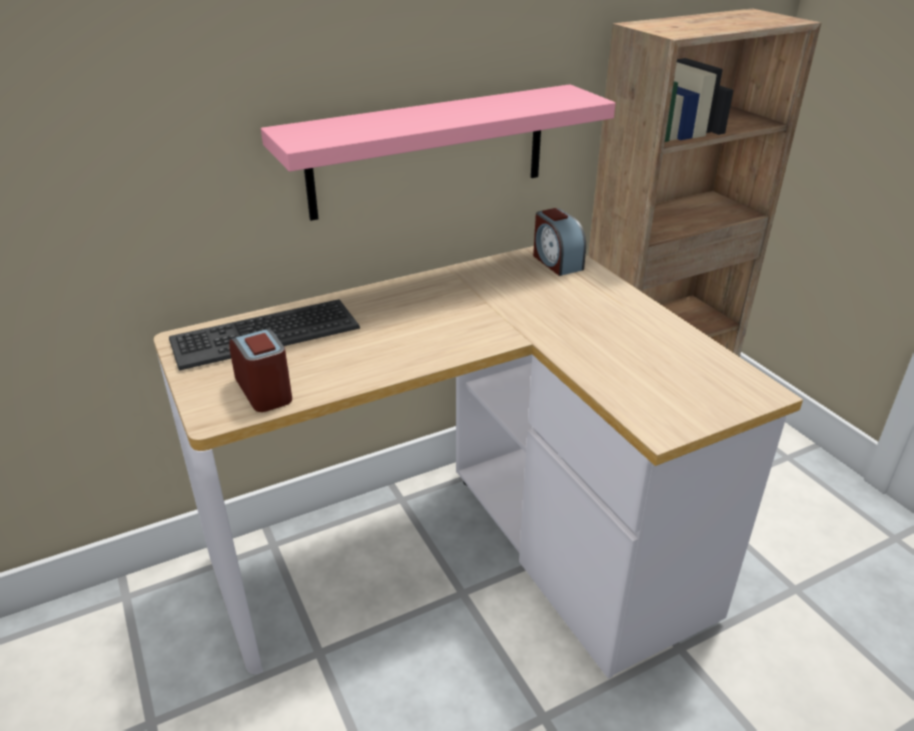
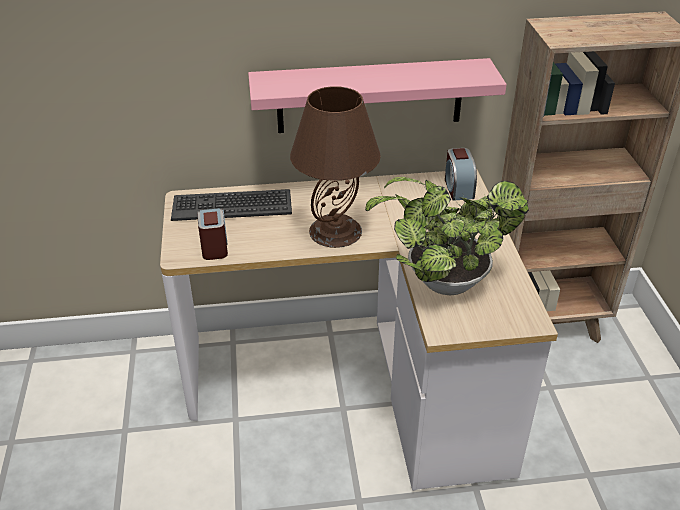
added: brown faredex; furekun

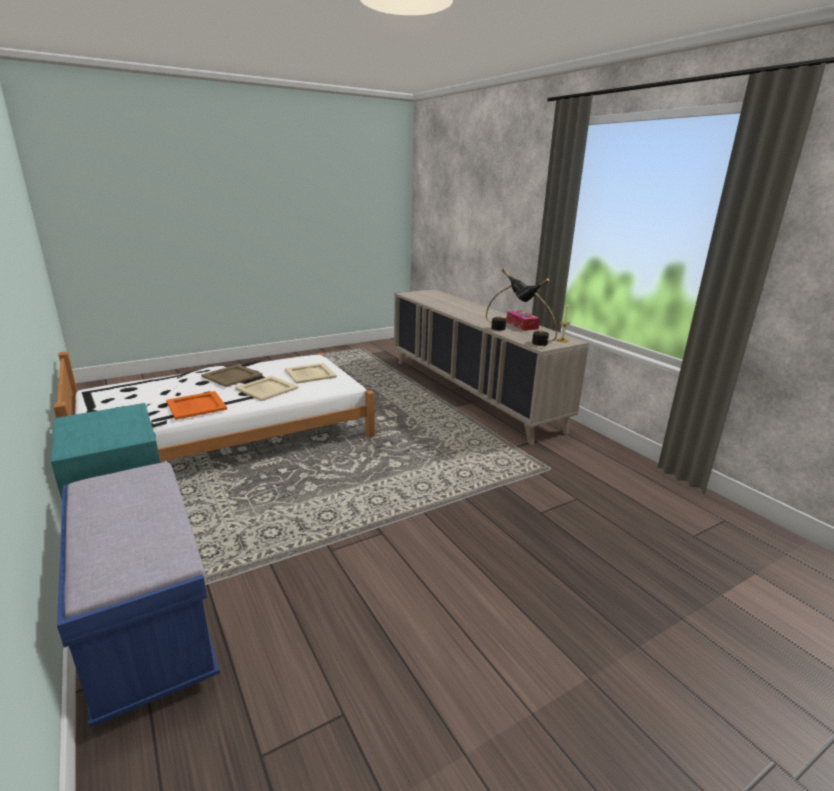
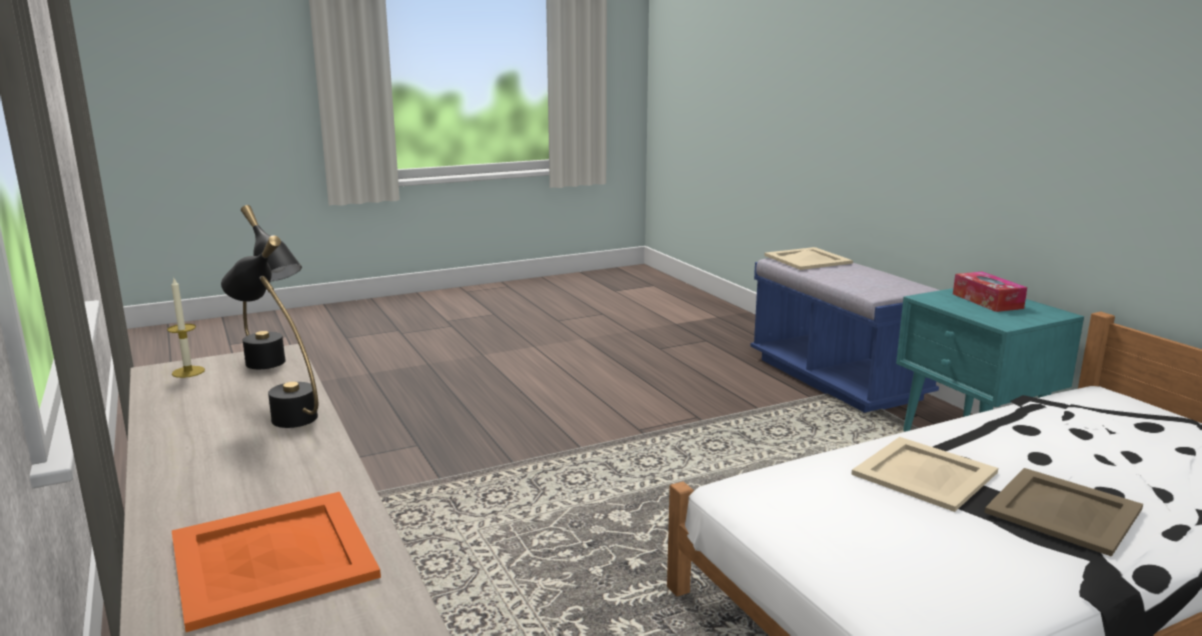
moved: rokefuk; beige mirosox (3rd from left in the first image) to beige mirosox (1st from left); orange mirosox

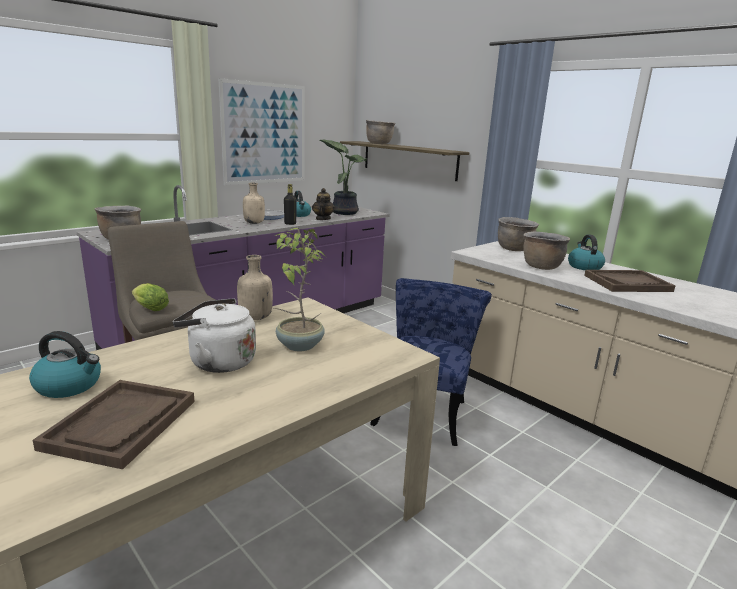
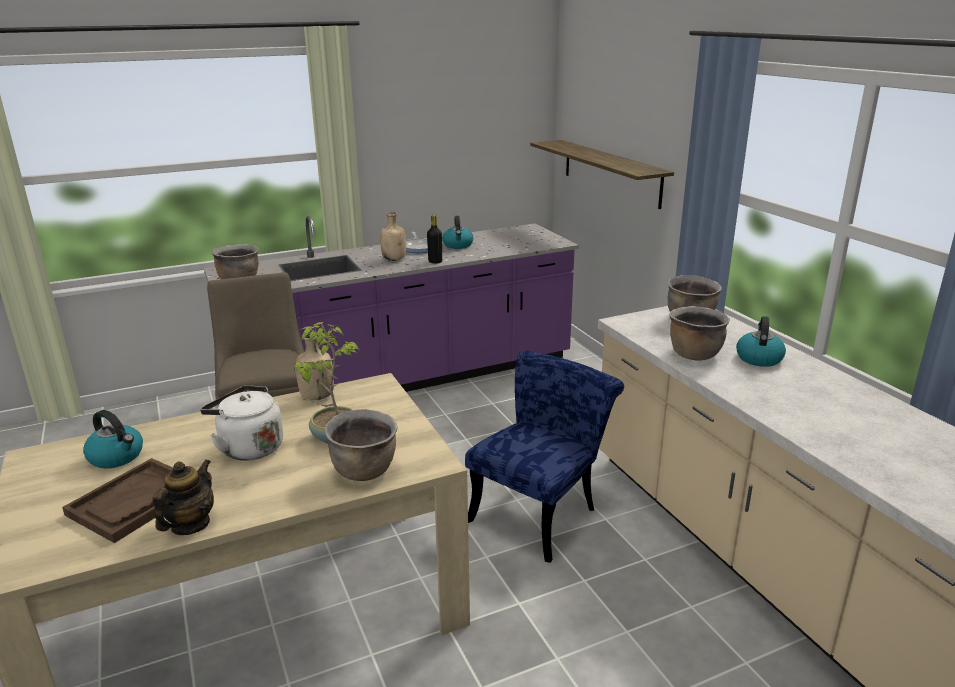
removed: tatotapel; furekun (2nd from left); brown mirosox (2nd from left); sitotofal
moved: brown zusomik (2nd from left); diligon

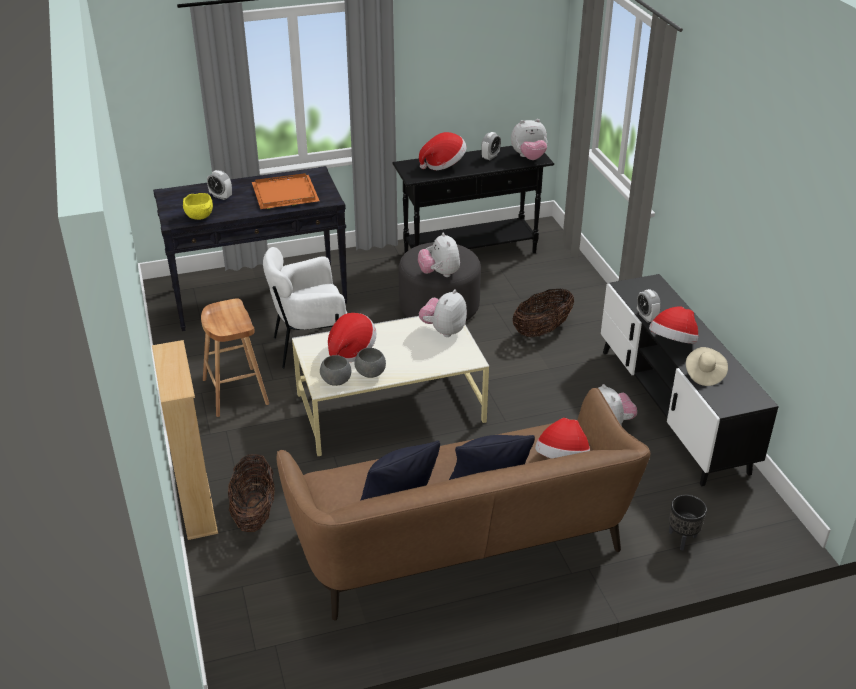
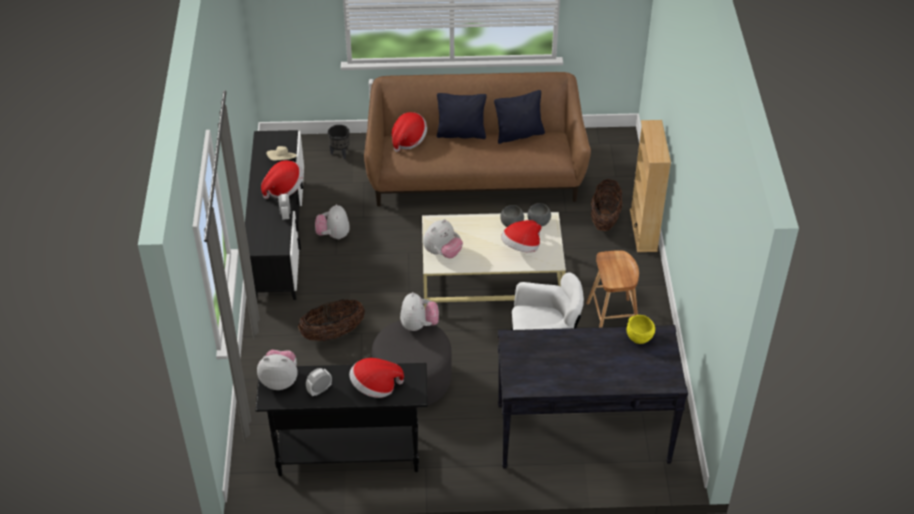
removed: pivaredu (1st from left); orange mirosox

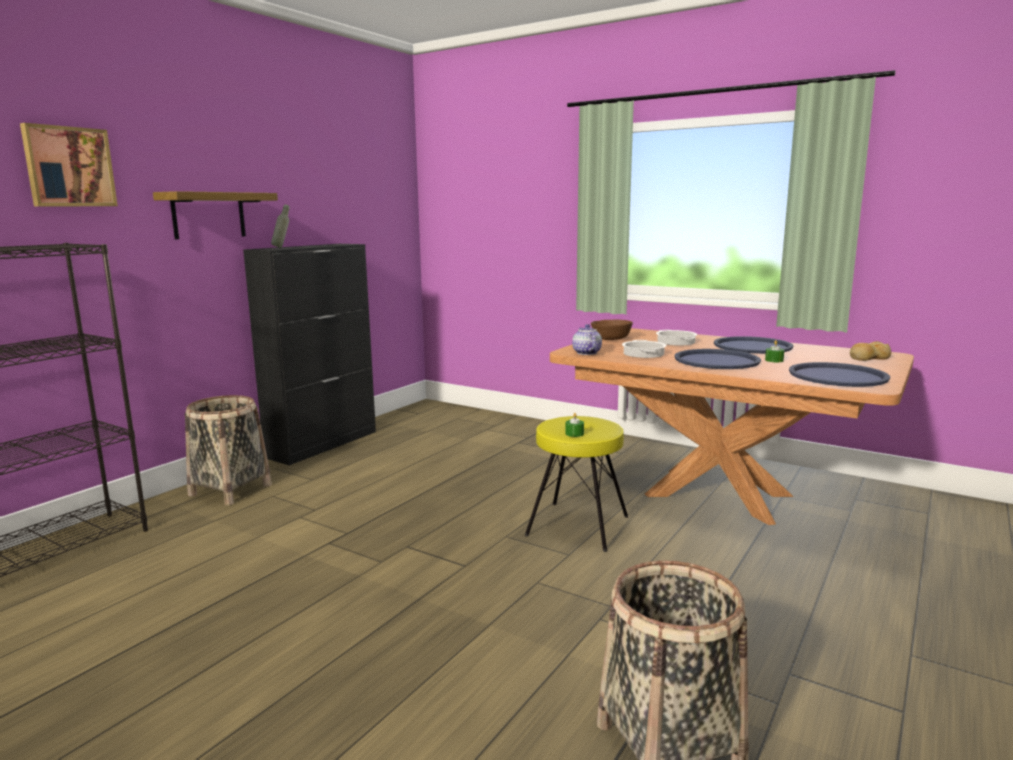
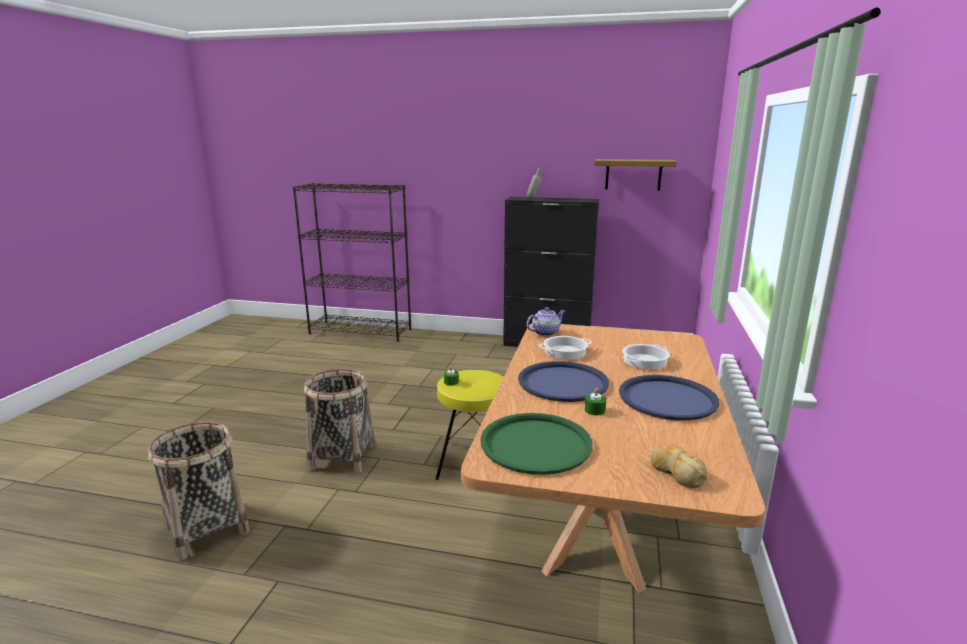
removed: tatotapel; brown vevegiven
moved: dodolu; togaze (1st from left in the first image) to togaze (2nd from left)
recoloured: blue mirosox (3rd from left) to green mirosox

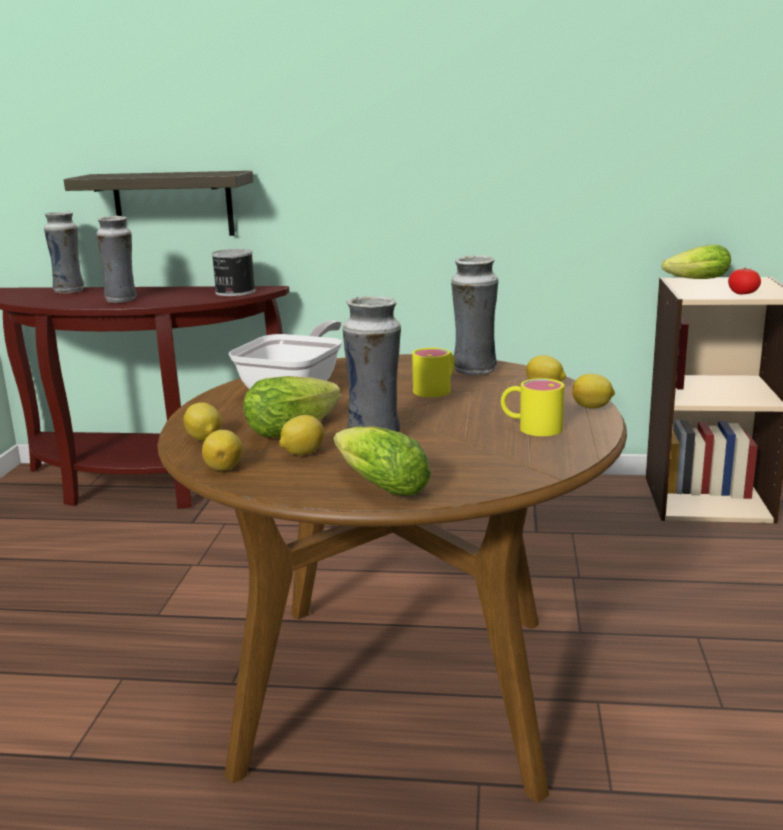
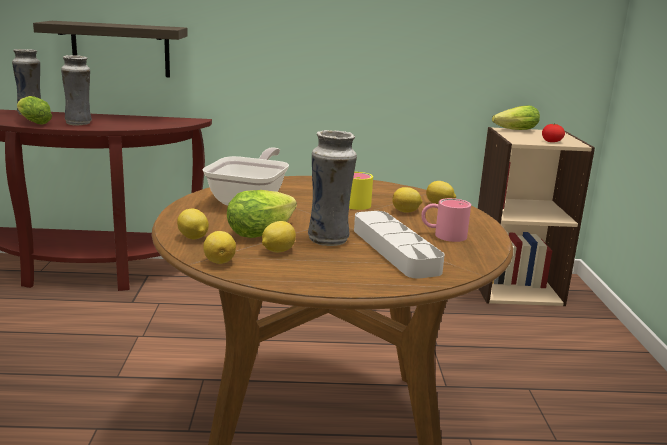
removed: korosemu; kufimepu (4th from left)
added: grey mirosox
moved: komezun (5th from left in the first image) to komezun (4th from left); sitotofal (2nd from left in the first image) to sitotofal (1st from left)
recoloured: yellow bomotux (2nd from left) to pink bomotux

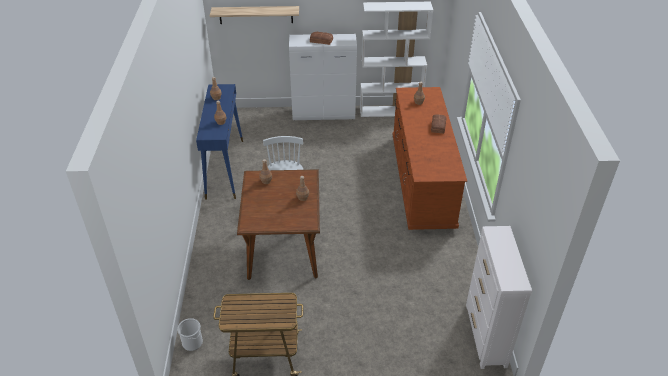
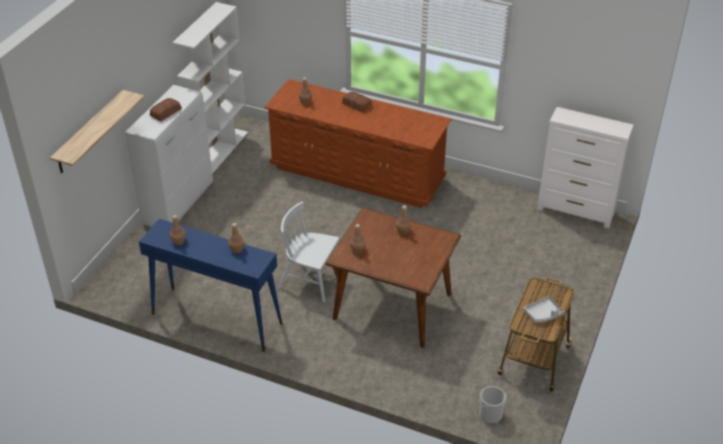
added: grey mirosox

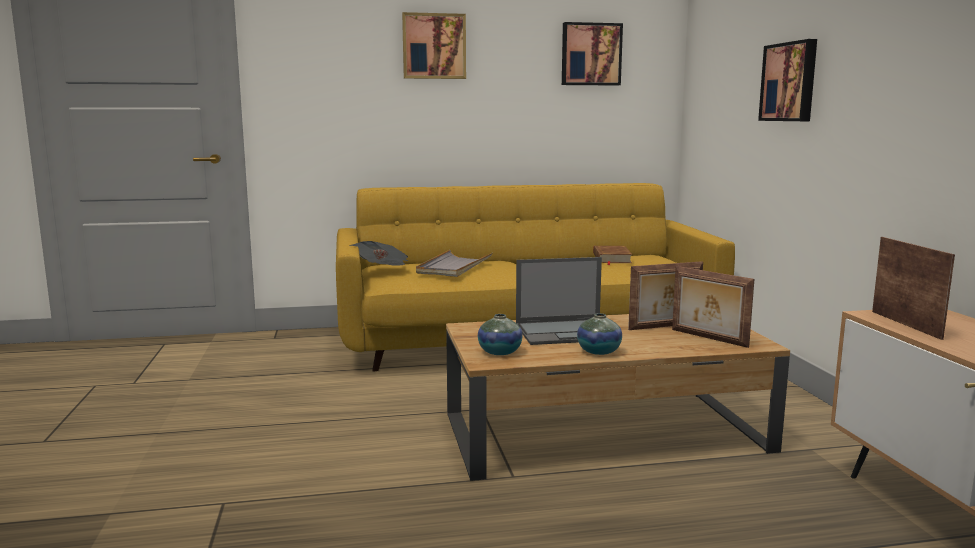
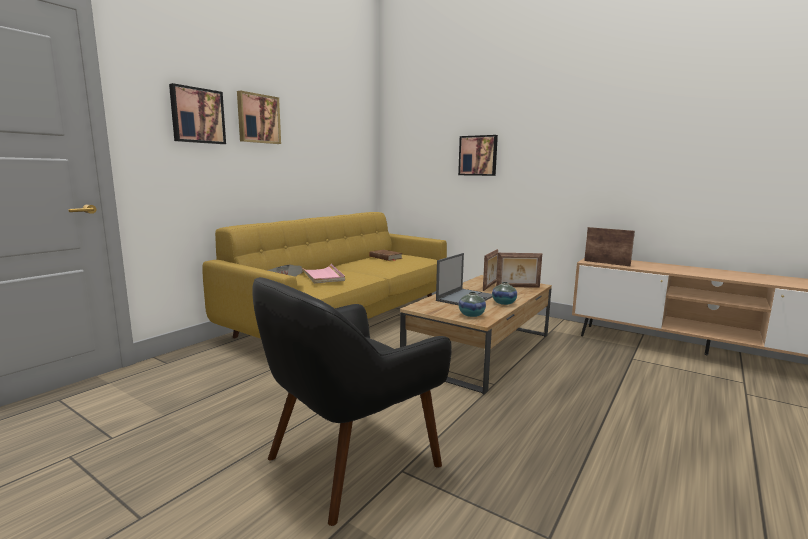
added: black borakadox
moved: tatotapel (2nd from left in the first image) to tatotapel (1st from left)
recoloured: grey mirosox to pink mirosox

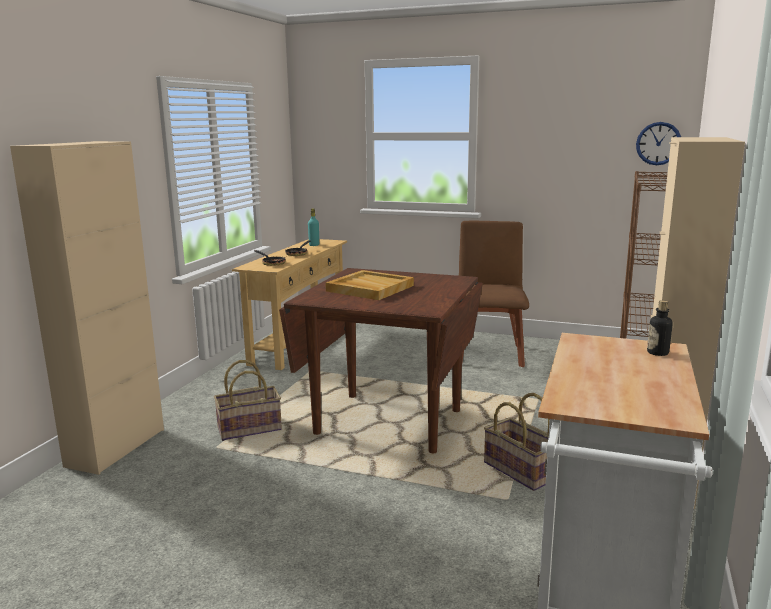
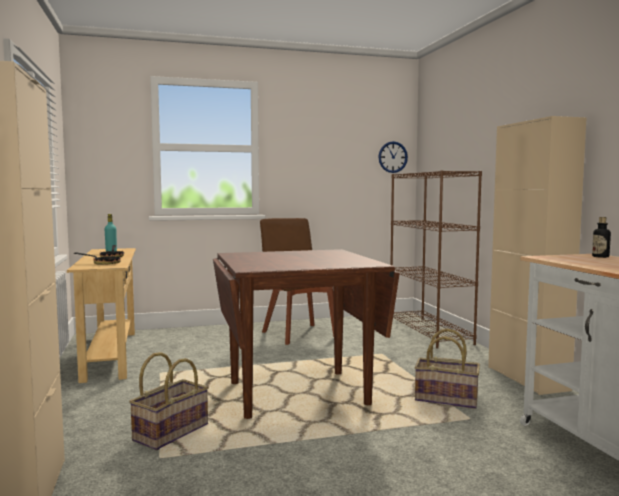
removed: beige mirosox

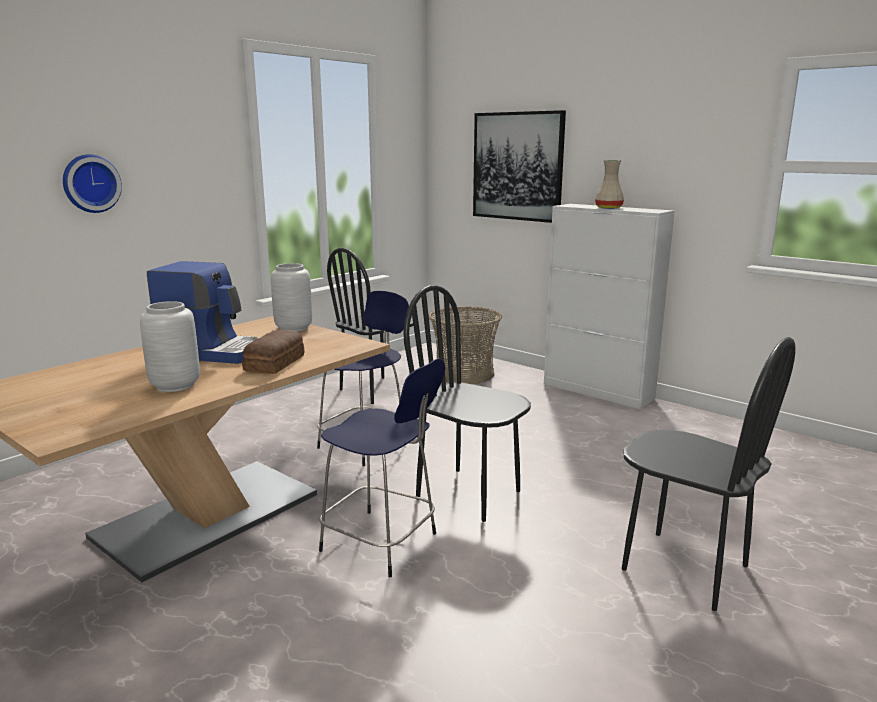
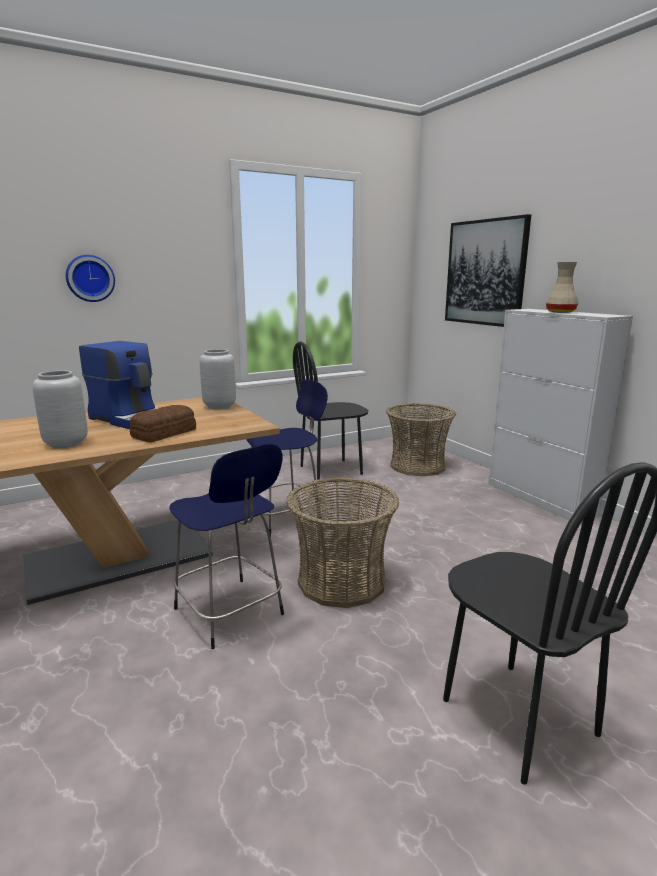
replaced: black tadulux (2nd from left) to togaze (1st from left)

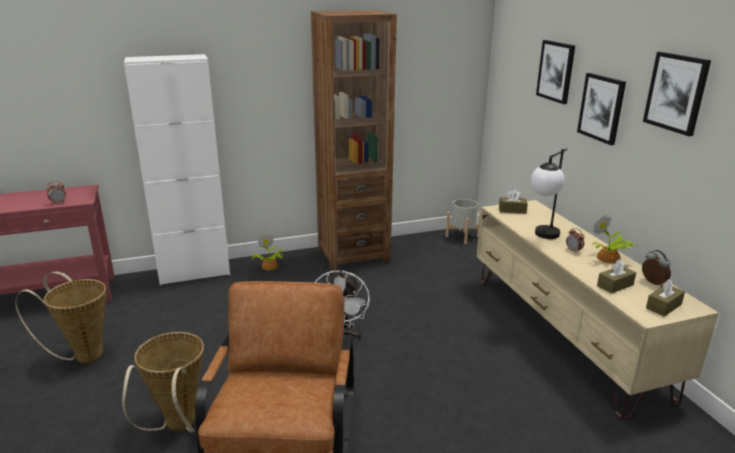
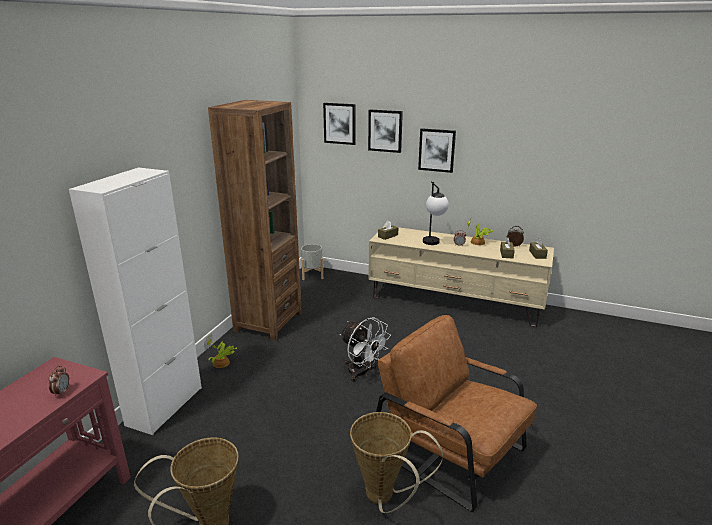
moved: tatotapel (3rd from left in the first image) to tatotapel (1st from left)

